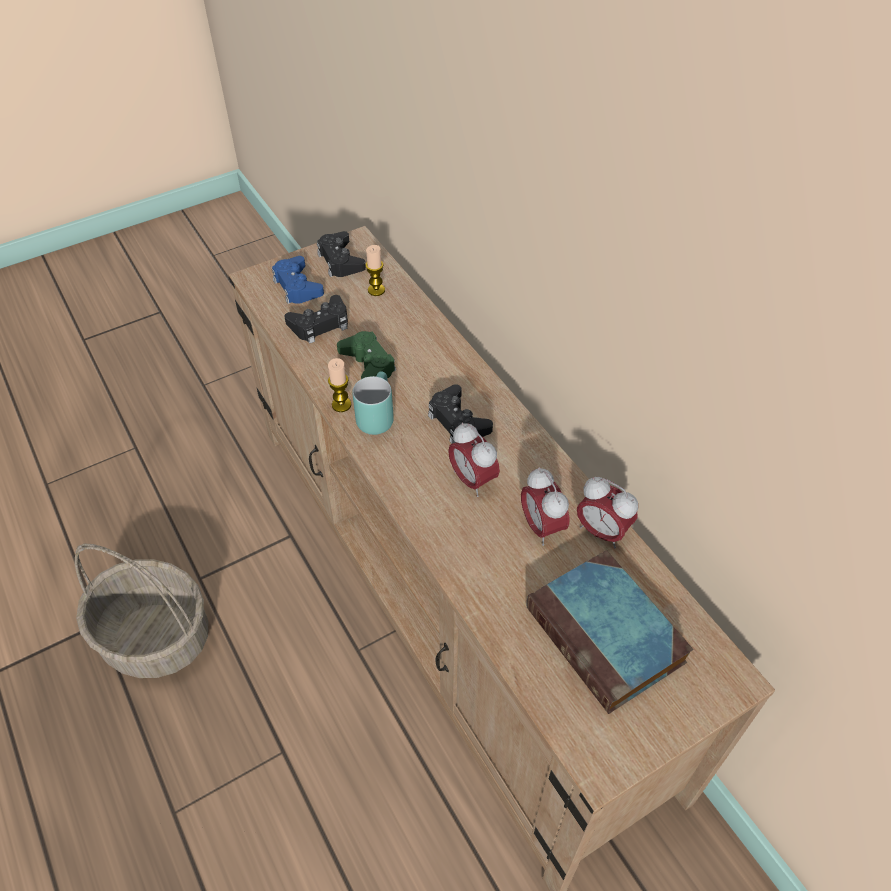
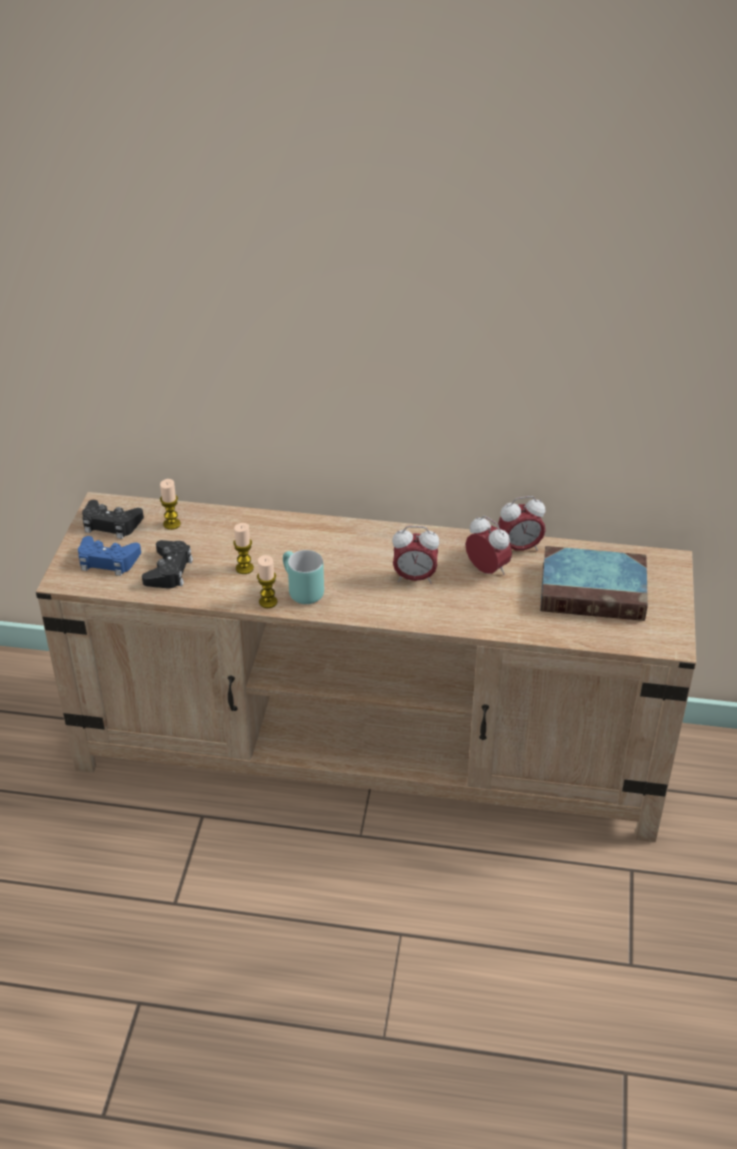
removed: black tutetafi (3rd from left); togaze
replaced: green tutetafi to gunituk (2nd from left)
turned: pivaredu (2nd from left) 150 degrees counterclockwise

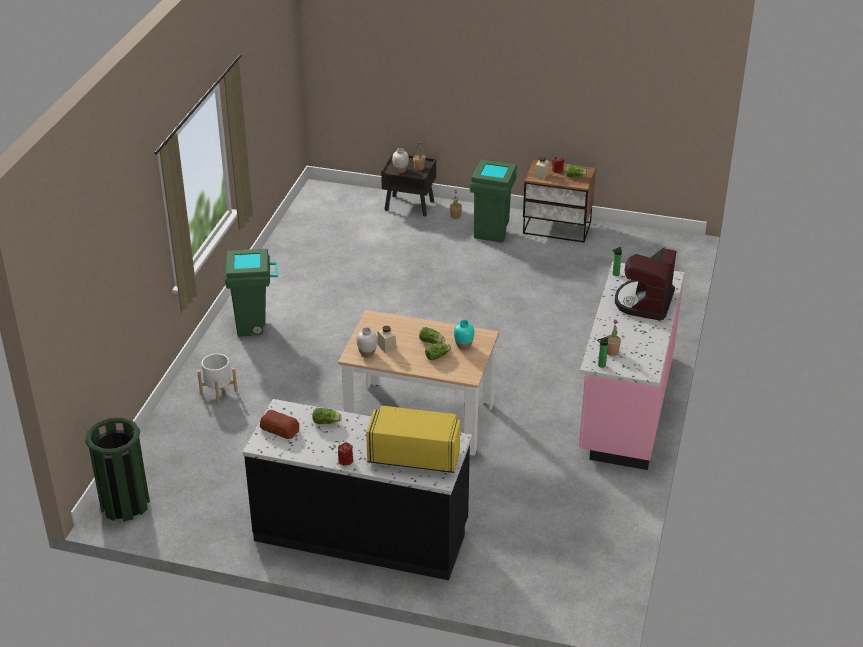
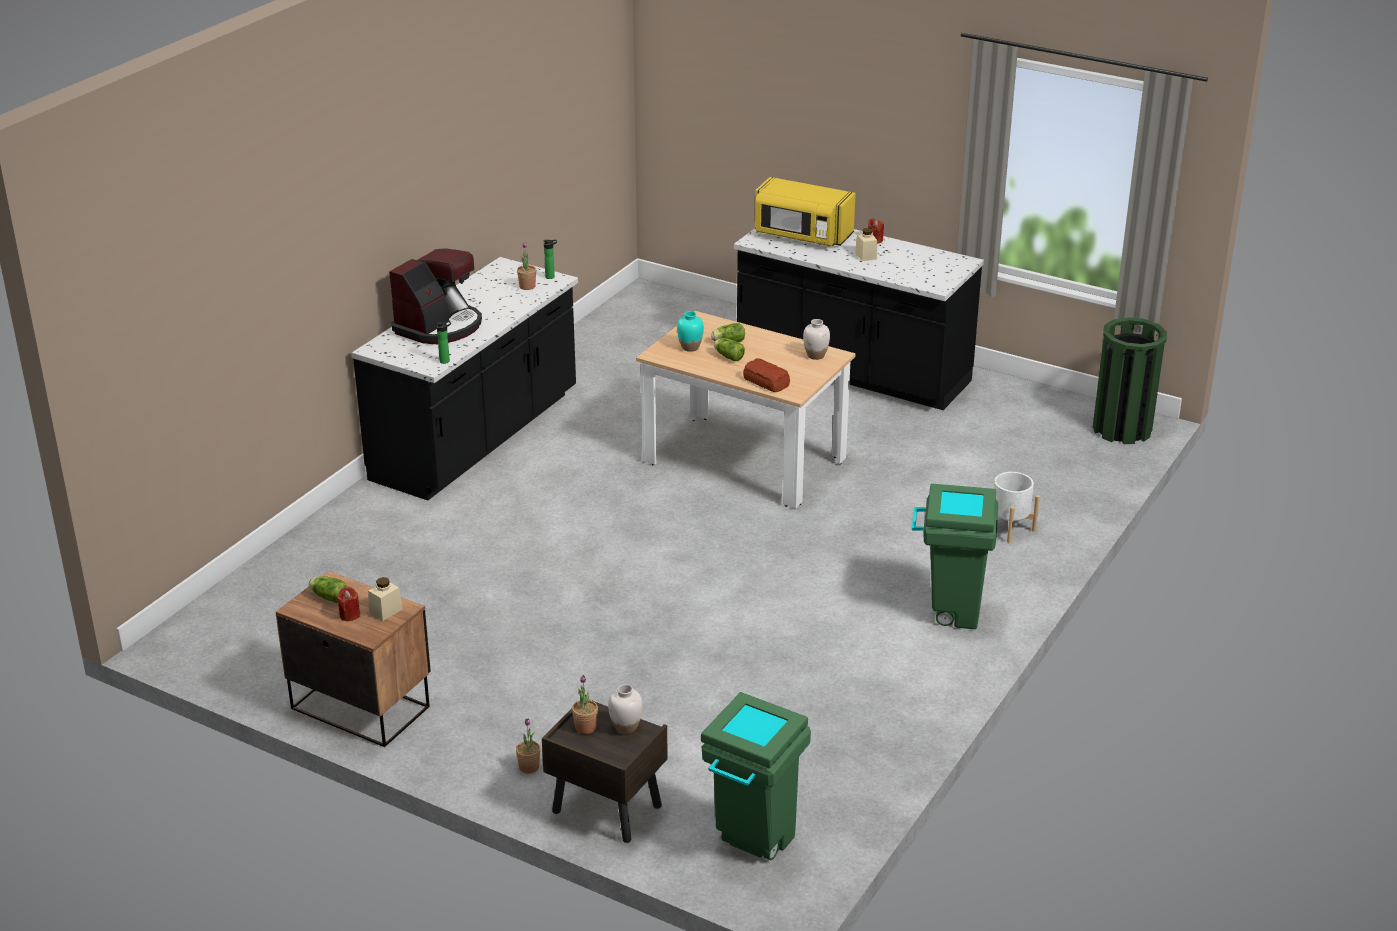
removed: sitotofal (1st from left)
moved: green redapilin (3rd from left in the first image) to green redapilin (1st from left); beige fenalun (1st from left in the first image) to beige fenalun (2nd from left); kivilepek
recoloured: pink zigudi to black zigudi (1st from left)

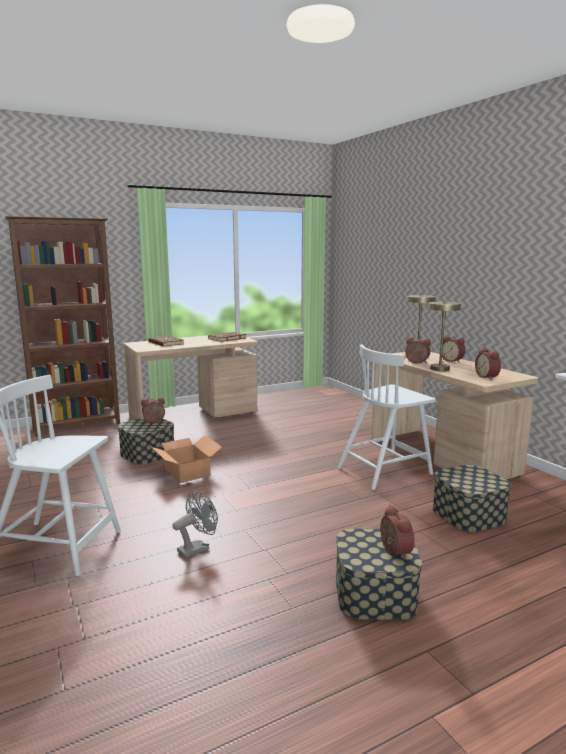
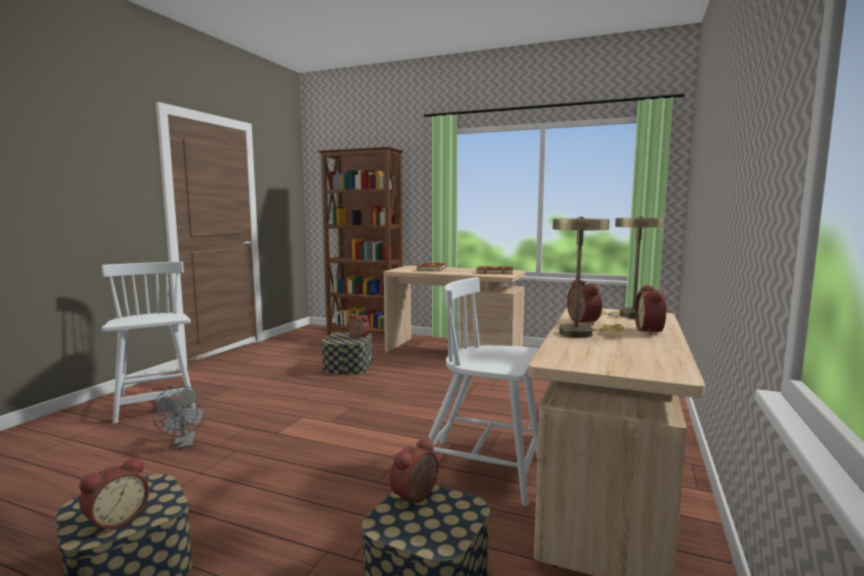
removed: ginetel
moved: pivaredu (5th from left in the first image) to pivaredu (3rd from left)
turned: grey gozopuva 60 degrees clockwise

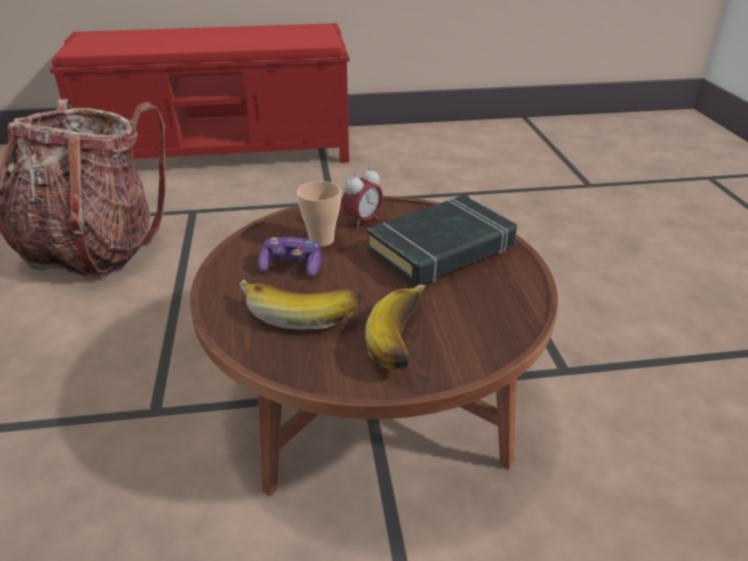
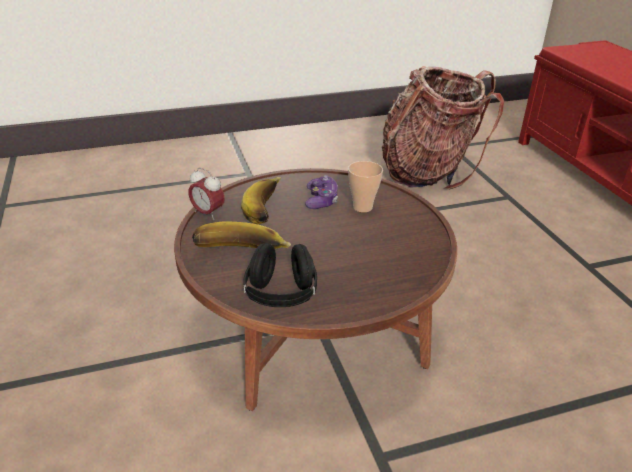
removed: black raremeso
added: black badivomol
moved: pivaredu

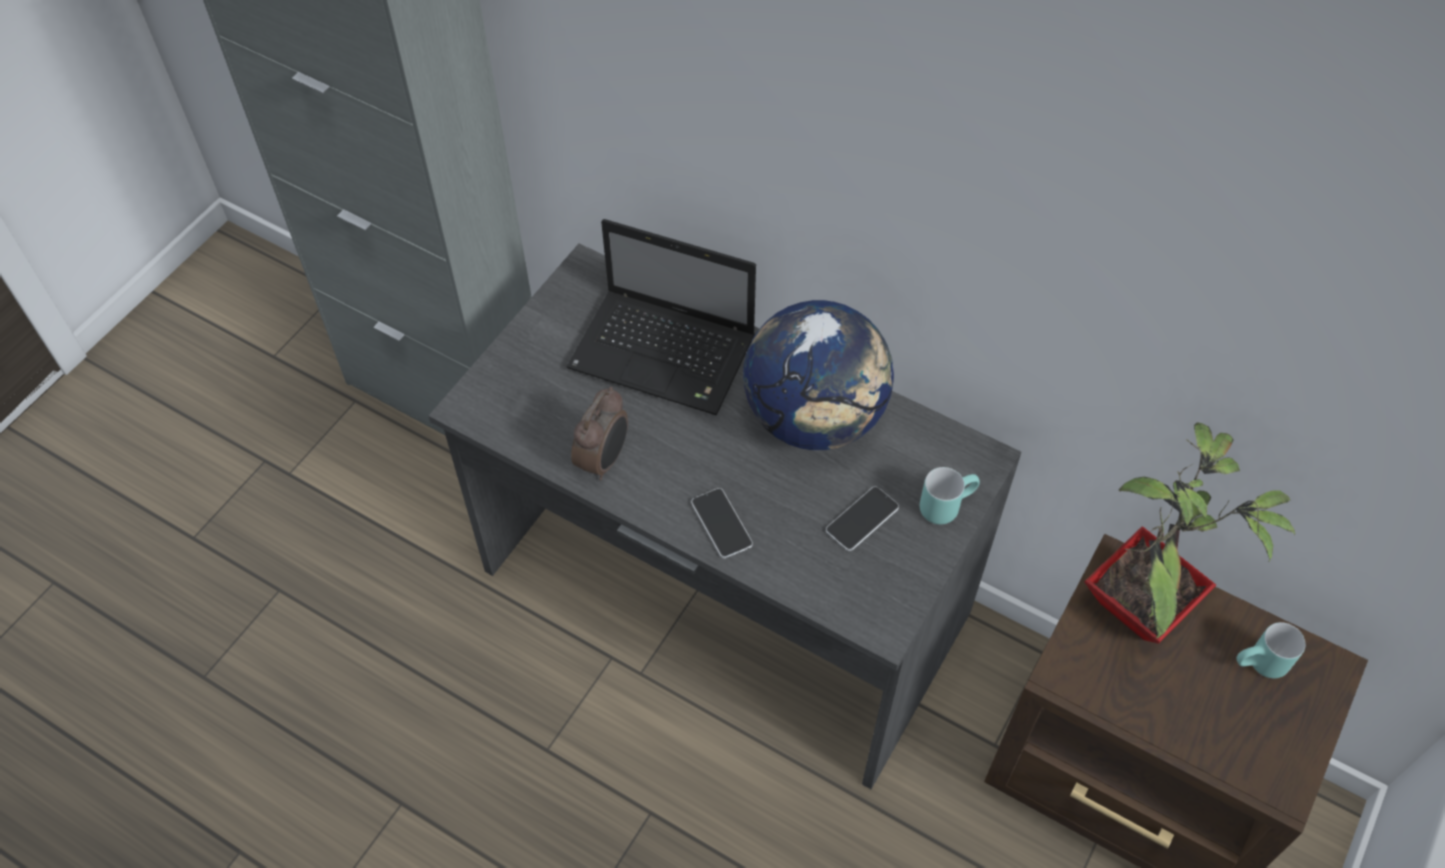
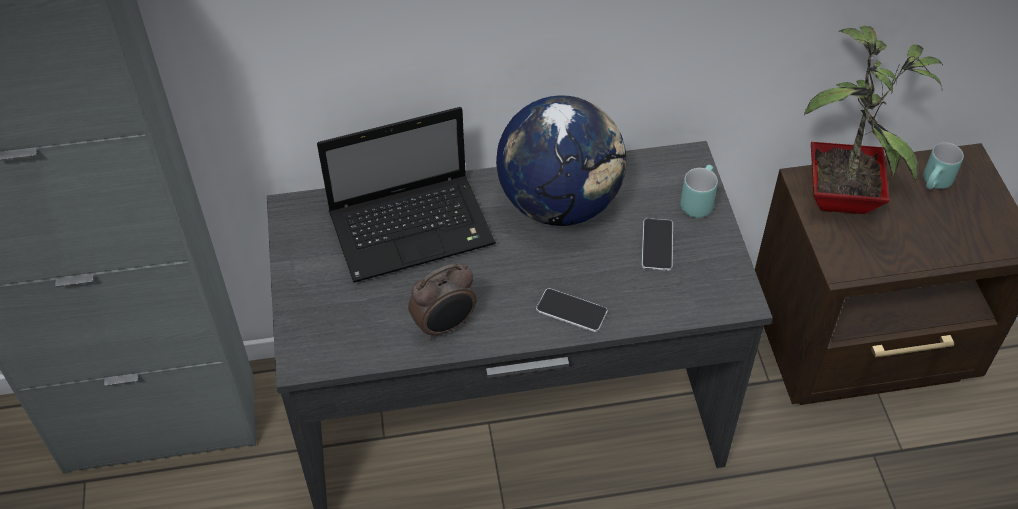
turned: pivaredu 75 degrees clockwise

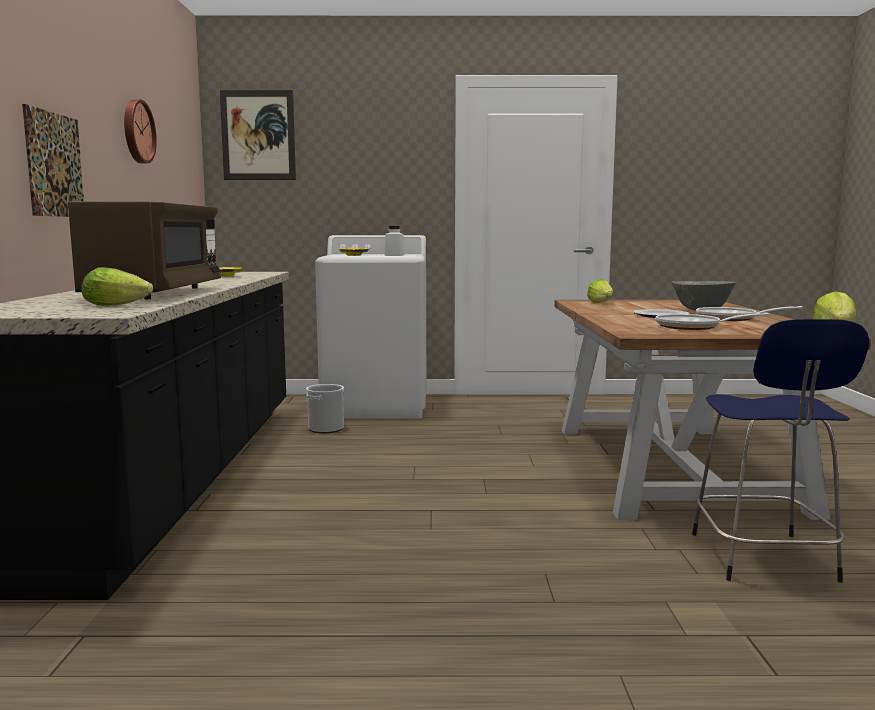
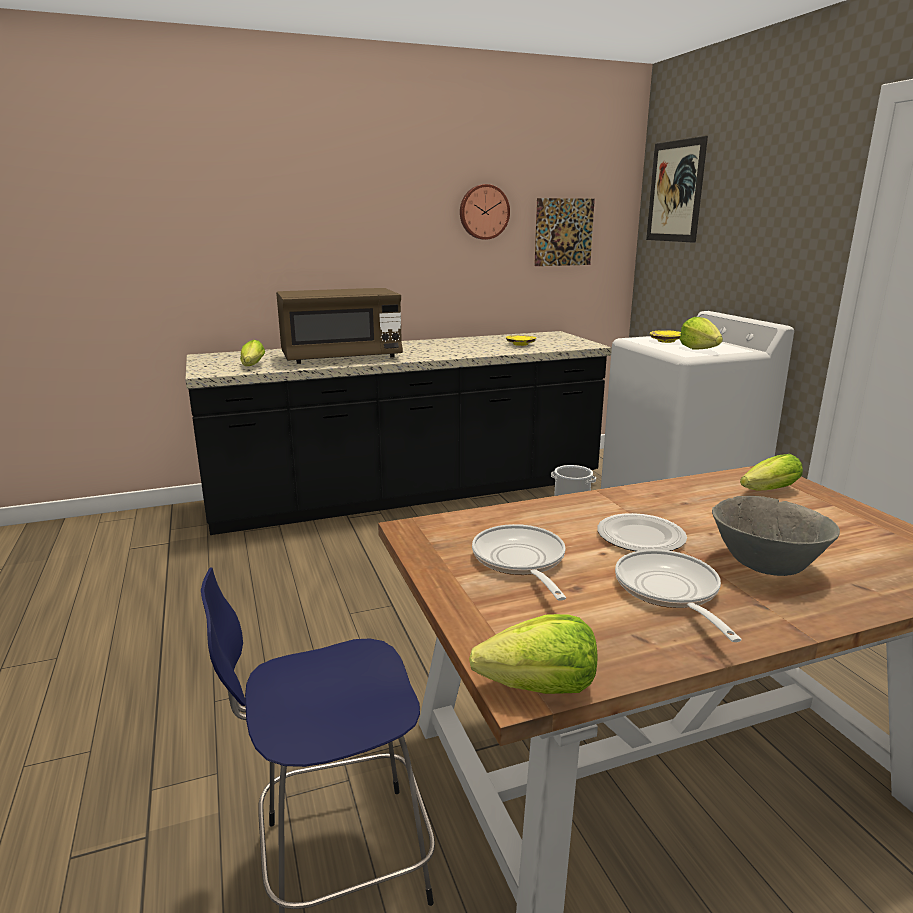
moved: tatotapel (1st from left)
replaced: white fenalun to sitotofal (3rd from left)

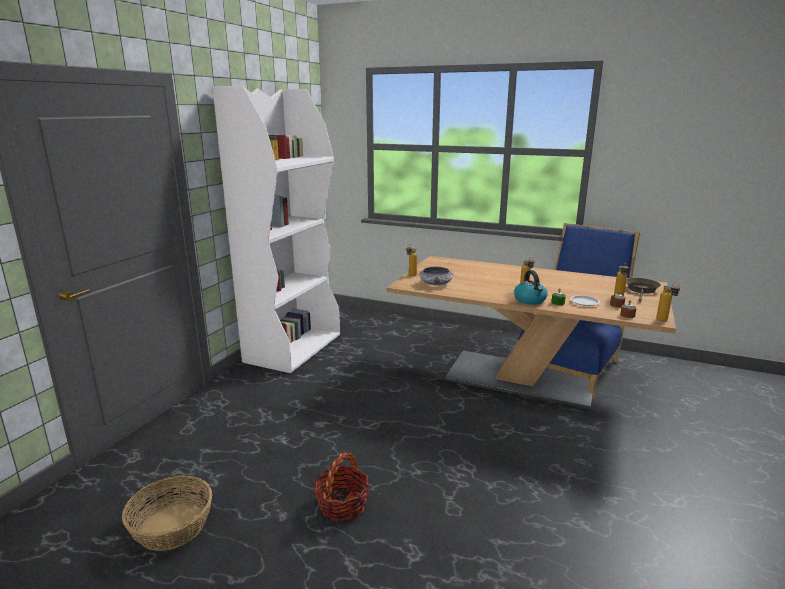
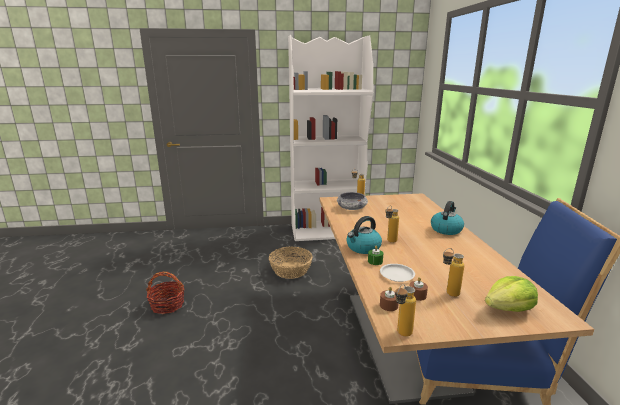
added: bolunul (2nd from left)
moved: togaze (1st from left in the first image) to togaze (2nd from left)
replaced: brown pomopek to sitotofal

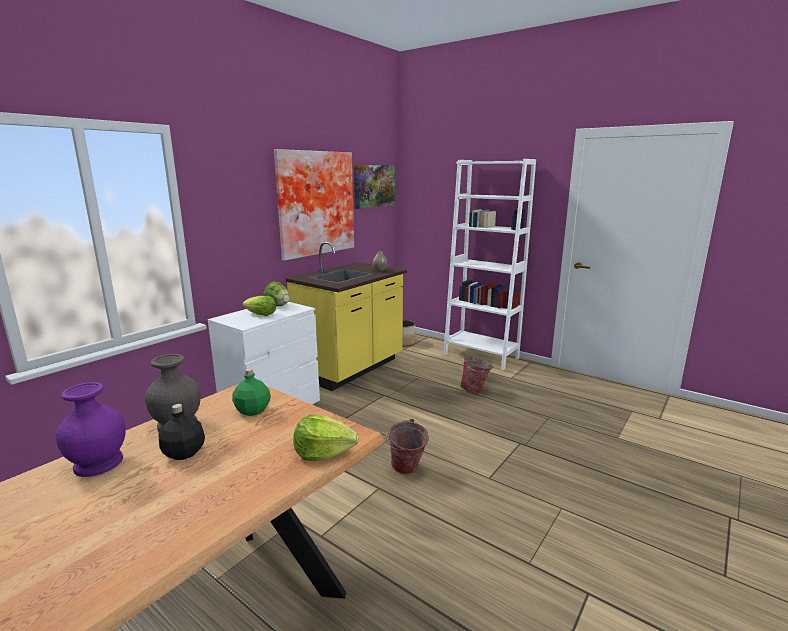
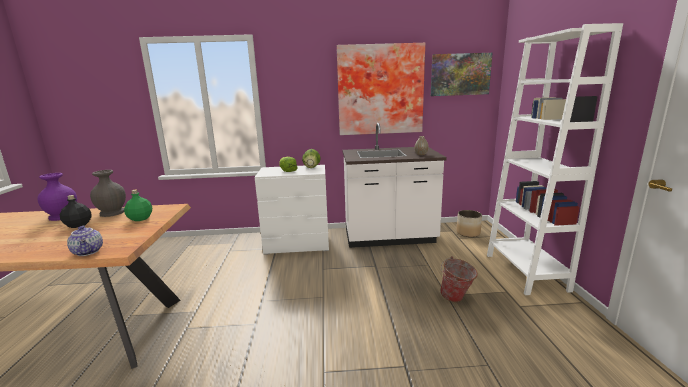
removed: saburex (1st from left)
replaced: sitotofal (3rd from left) to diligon
recoloured: yellow zigudi to white zigudi

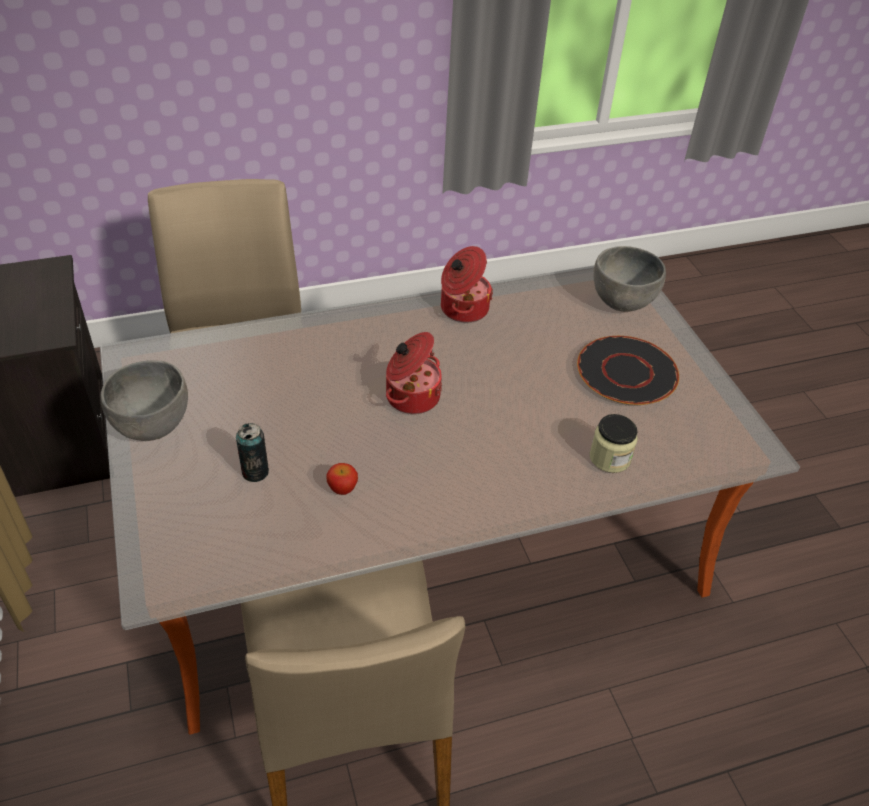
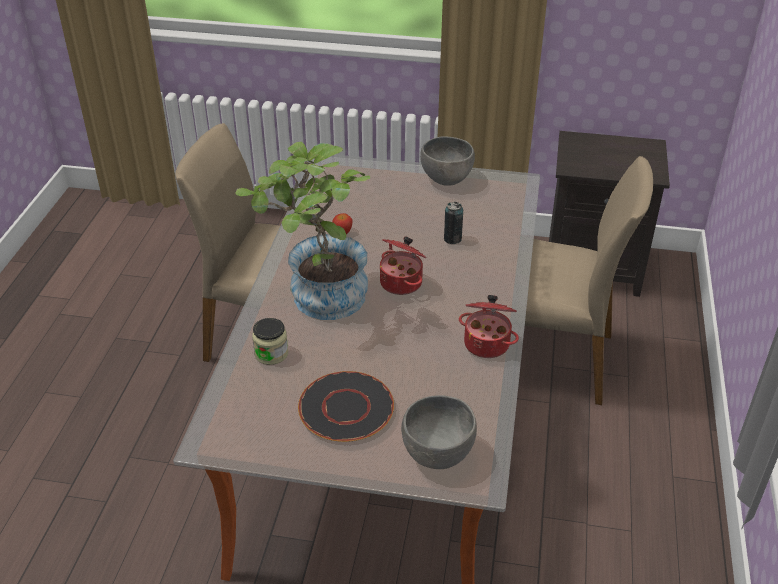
added: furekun
moved: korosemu

